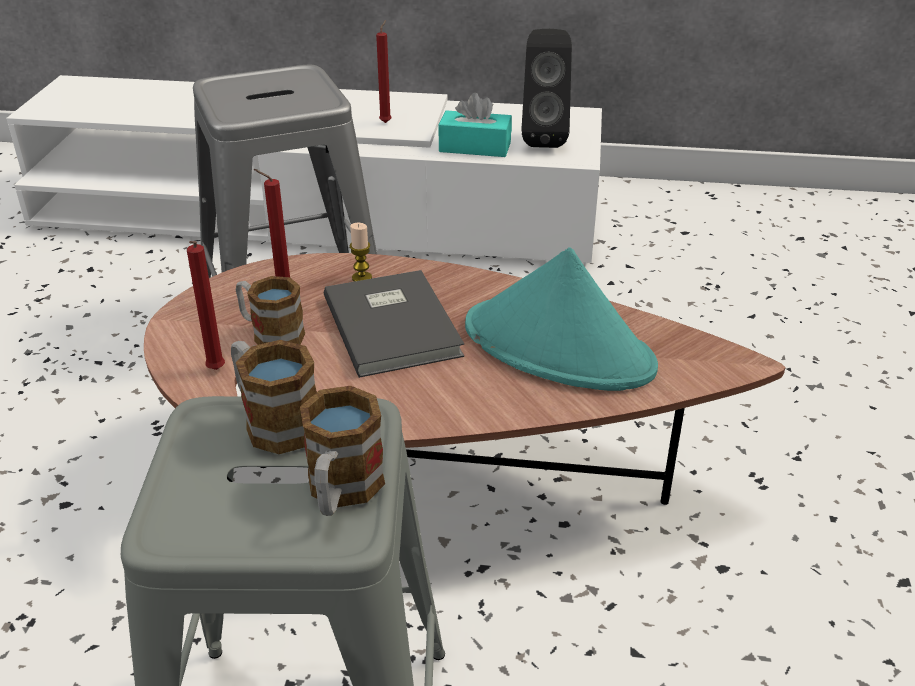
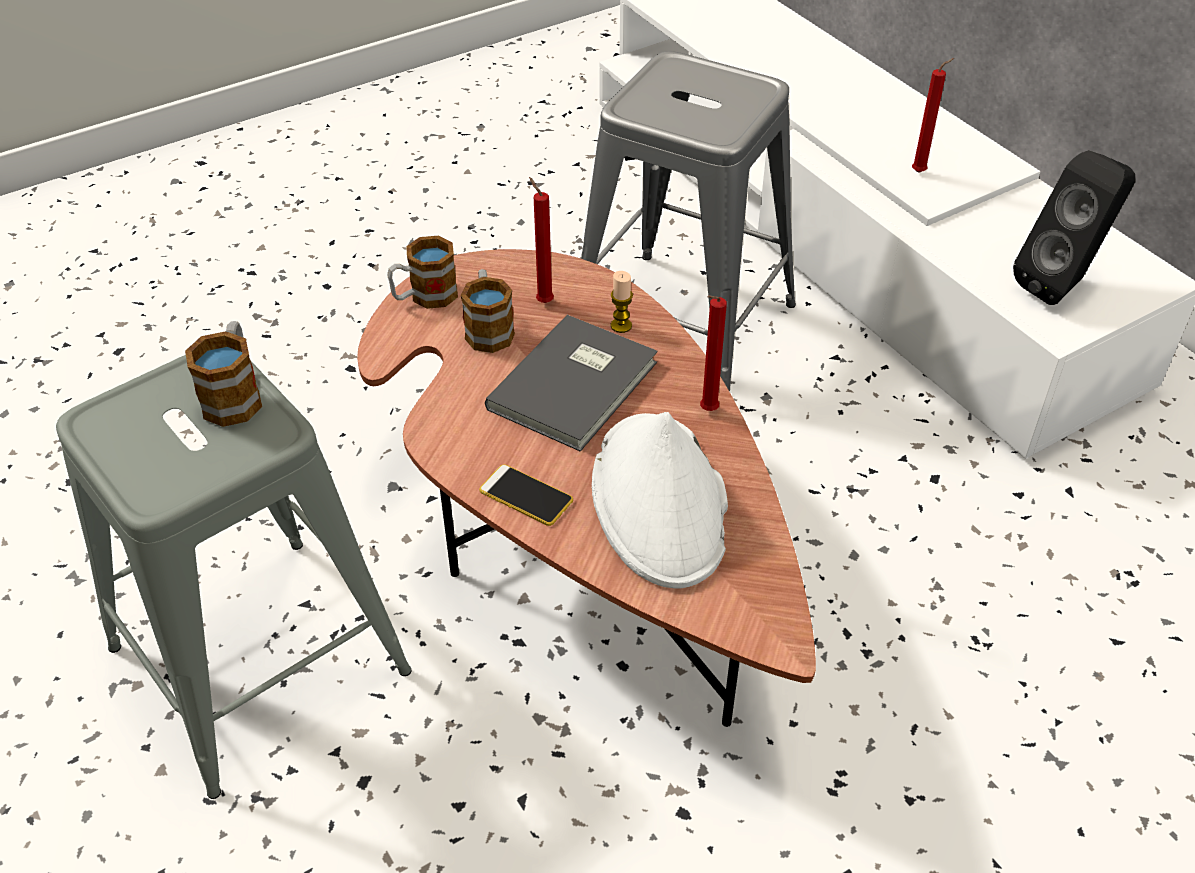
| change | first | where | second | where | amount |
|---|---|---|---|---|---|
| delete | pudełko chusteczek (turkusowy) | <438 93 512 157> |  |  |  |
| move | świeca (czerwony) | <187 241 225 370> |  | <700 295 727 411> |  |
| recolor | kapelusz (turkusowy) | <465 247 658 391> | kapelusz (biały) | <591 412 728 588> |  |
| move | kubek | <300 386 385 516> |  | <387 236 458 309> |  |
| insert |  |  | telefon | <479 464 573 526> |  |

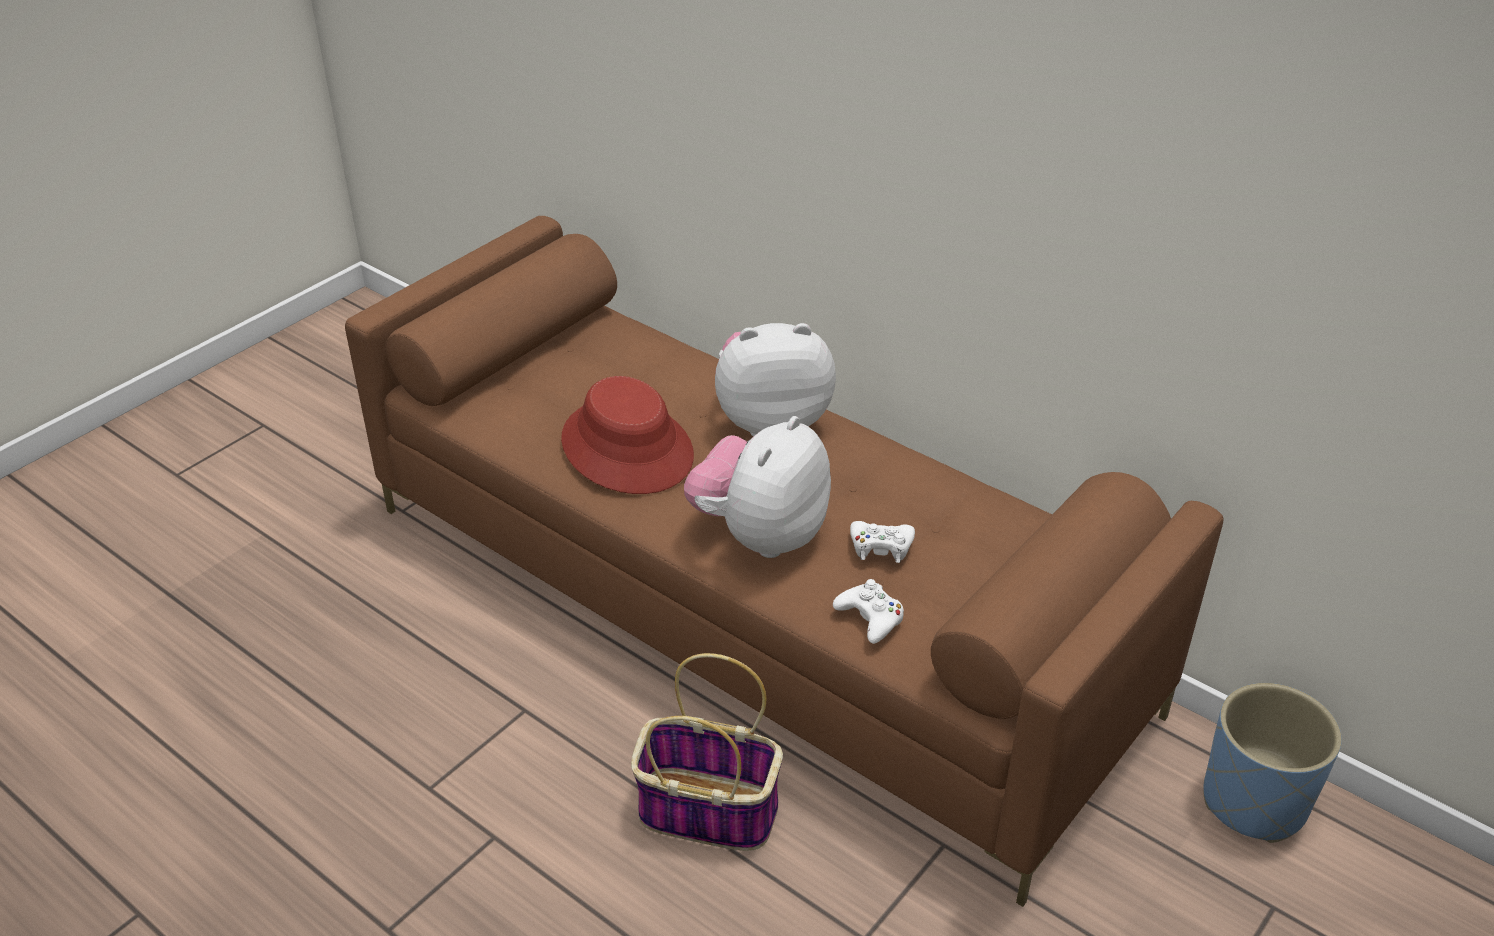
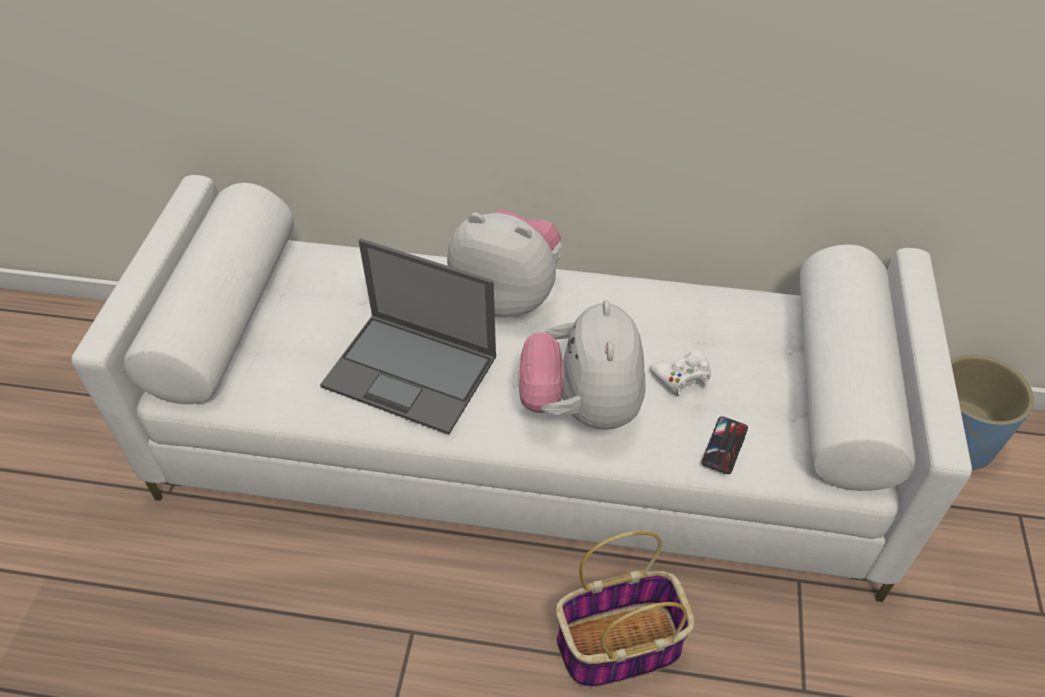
| change | first | where | second | where | amount |
|---|---|---|---|---|---|
| recolor | kanapa (brązowy) | <345 216 1223 907> | kanapa (biały) | <72 175 972 602> |  |
| rotate | pluszak | <715 323 836 437> |  | <447 209 561 317> | 60 degrees clockwise |
| replace | kapelusz (czerwony) | <561 376 694 494> | laptop | <320 239 496 434> |  |
| replace | pad do gier (biały) | <833 579 904 644> | telefon | <701 416 748 474> |  |

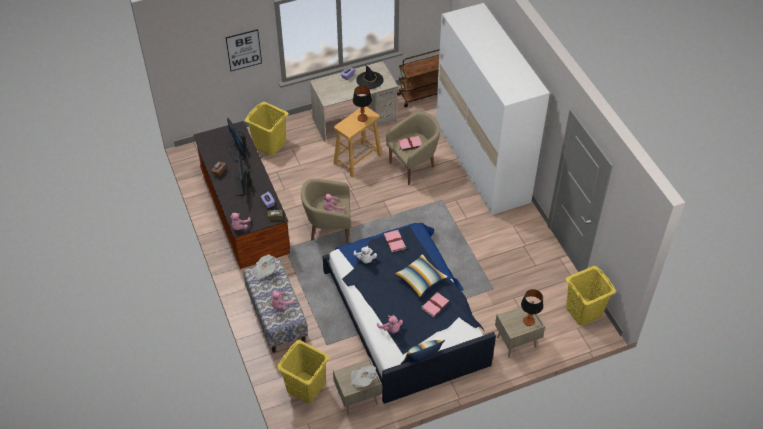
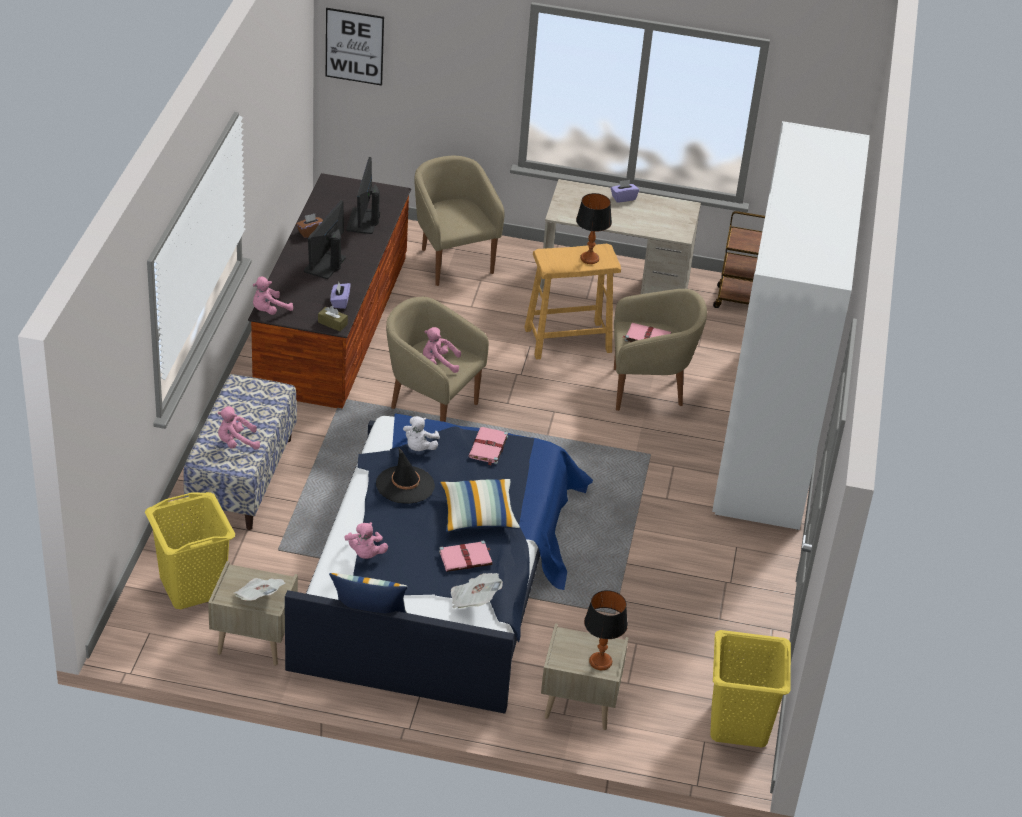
| change | first | where | second | where | amount |
|---|---|---|---|---|---|
| move | obraz | <226 29 262 71> |  | <326 8 384 86> |  |
| move | kapelusz (czarny) | <356 65 384 89> |  | <376 447 435 504> |  |
| replace | kosz na pranie (żółty) | <245 102 289 156> | fotel (beżowy) | <414 156 505 286> |  |
| move | gazeta | <250 254 277 280> |  | <451 573 503 608> |  |

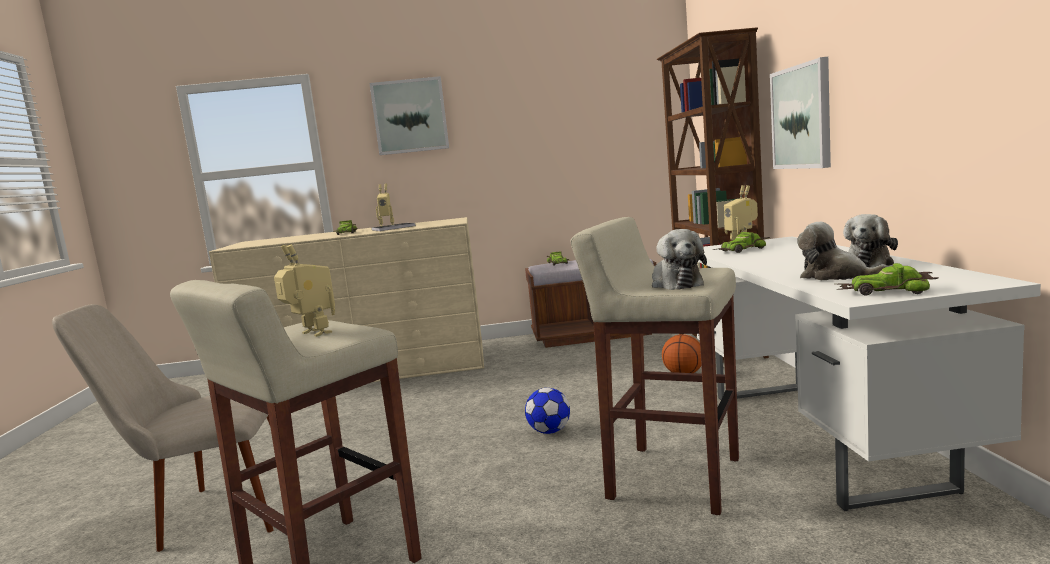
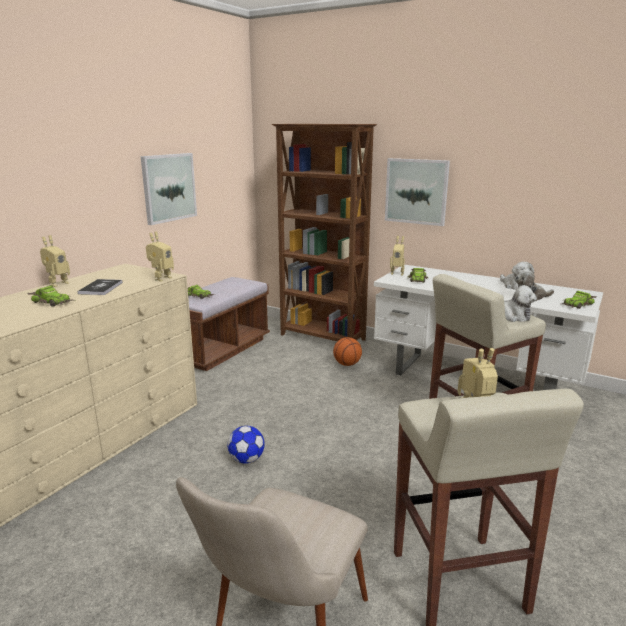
| change | first | where | second | where | amount |
|---|---|---|---|---|---|
| move | obraz | <369 76 449 155> |  | <141 153 197 225> |  |
| move | piłka futbolowa | <525 388 570 434> |  | <227 426 264 463> |  |
| insert |  |  | robot zabawkowy | <146 232 174 282> |  |

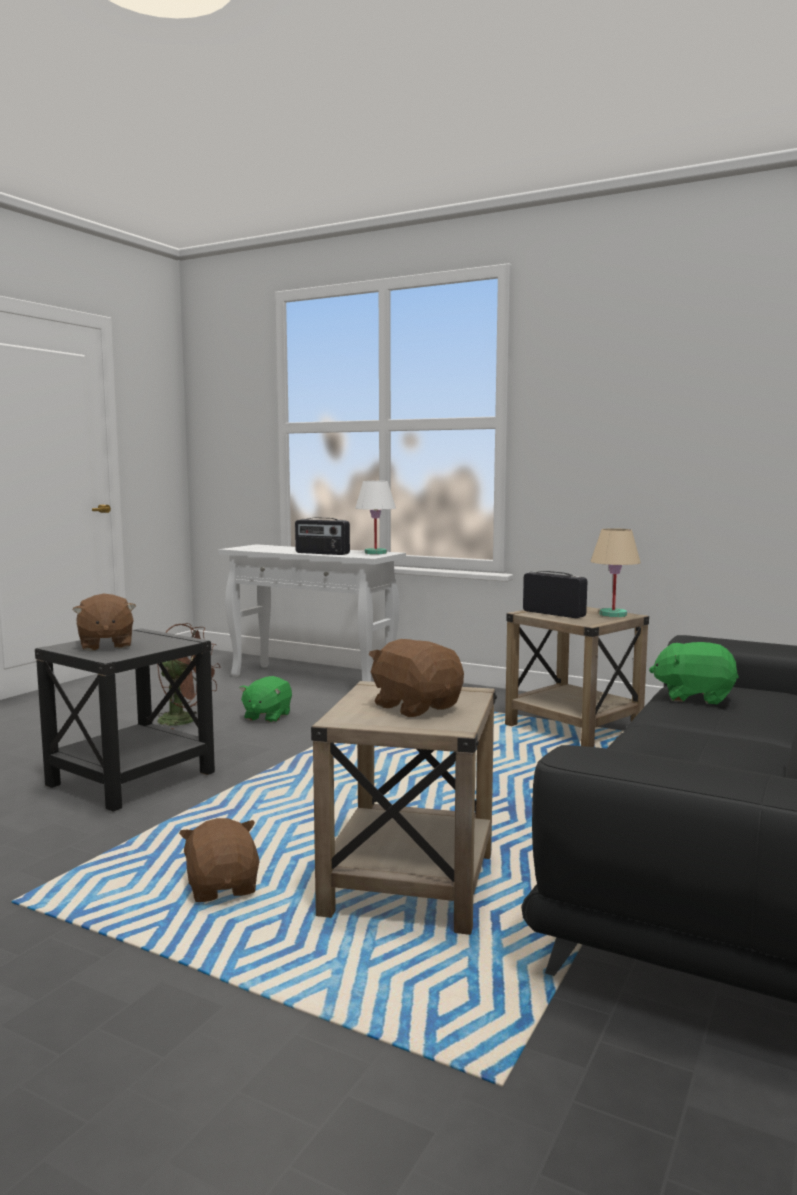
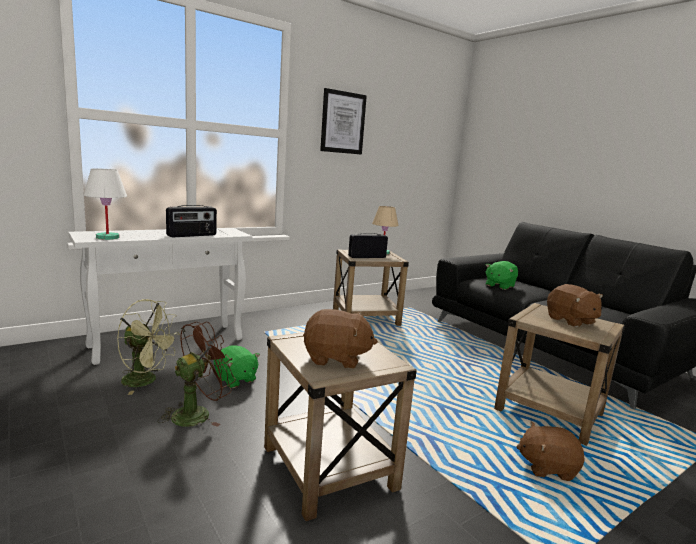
| change | first | where | second | where | amount |
|---|---|---|---|---|---|
| move | lampa stołowa (biały) | <355 481 396 554> |  | <84 168 127 240> |  |
| recolor | stolik (czarny) | <35 628 215 812> | stolik (beżowy) | <264 332 417 521> |  |
| rotate | pluszak (brązowy) | <368 639 464 717> |  | <547 284 603 328> | 105 degrees counterclockwise |
| insert |  |  | obraz | <320 88 367 155> |  |
| insert |  |  | wentylator (zielony) | <117 299 180 395> |  |

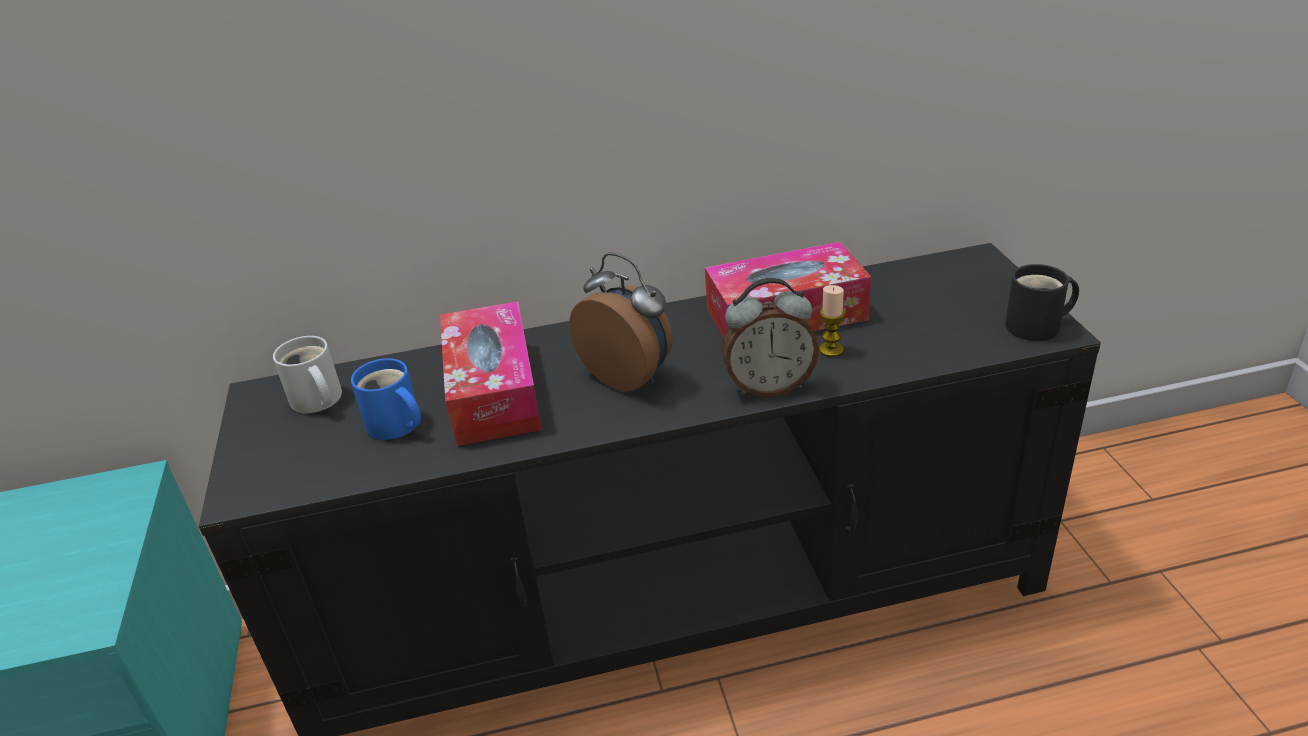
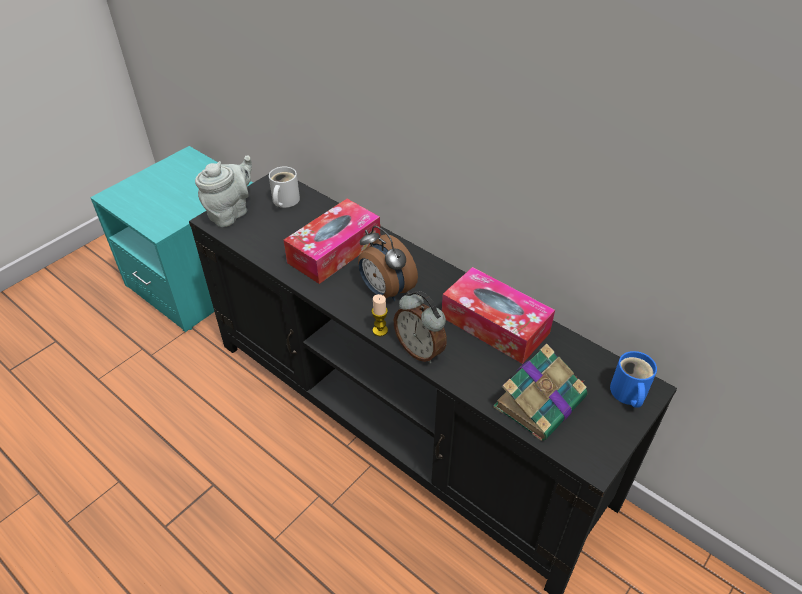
| change | first | where | second | where | amount |
|---|---|---|---|---|---|
| rotate | budzik | <569 252 673 391> |  | <358 226 418 301> | 135 degrees clockwise |
| delete | kubek (czarny) | <1005 264 1079 341> |  |  |  |
| move | świeca | <819 285 845 357> |  | <372 294 388 336> |  |
| move | kubek (niebieski) | <351 358 421 440> |  | <610 351 657 408> |  |
| insert |  |  | imbryk (szary) | <195 156 252 227> |  |
| insert |  |  | książka | <493 343 588 441> |  |

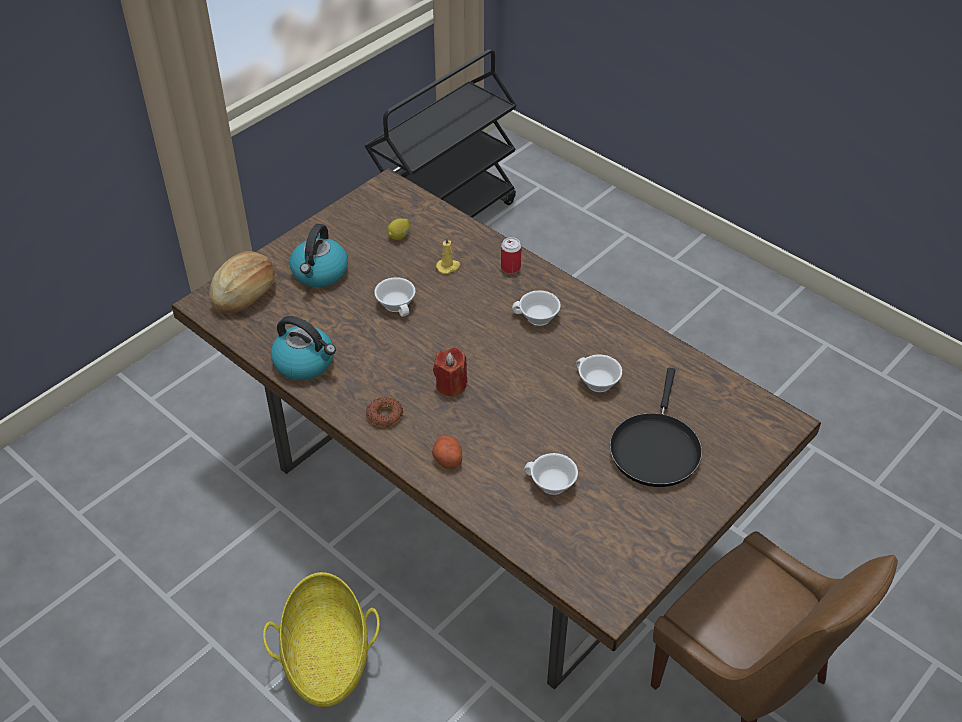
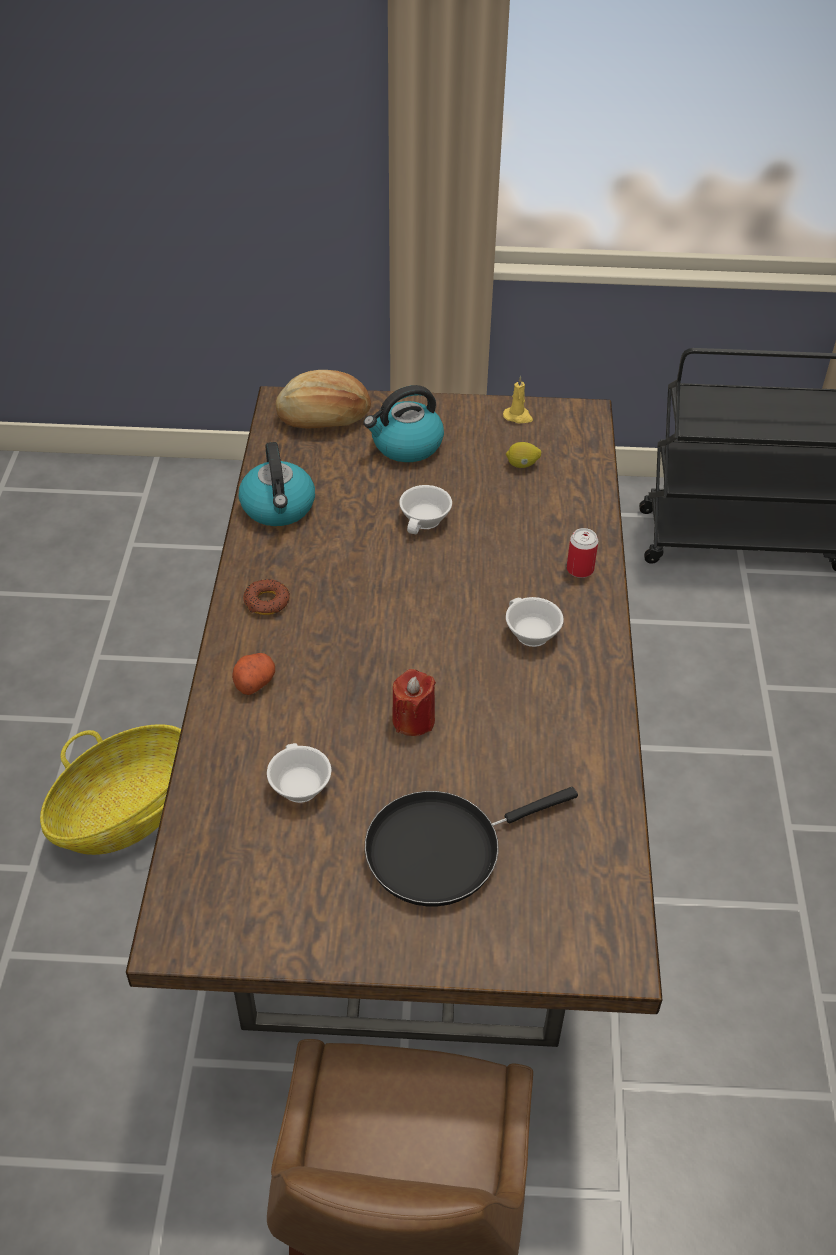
| change | first | where | second | where | amount |
|---|---|---|---|---|---|
| move | świeca (żółty) | <436 237 460 274> |  | <503 375 533 423> |  |
| move | świeca (czerwony) | <433 347 467 397> |  | <392 669 436 736> |  |
| delete | filiżanka (biały) | <576 355 622 392> |  |  |  |

